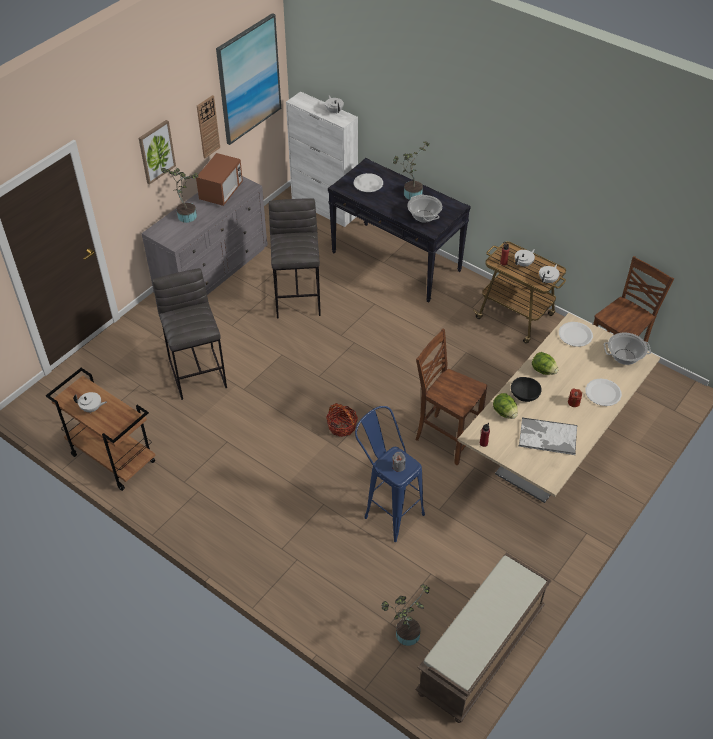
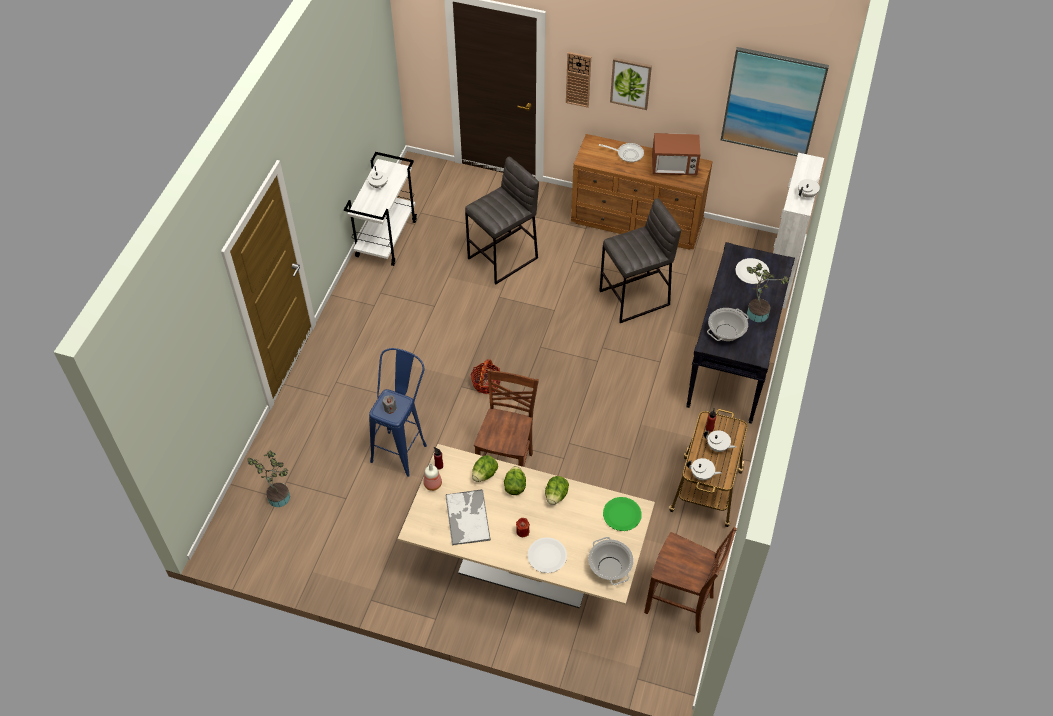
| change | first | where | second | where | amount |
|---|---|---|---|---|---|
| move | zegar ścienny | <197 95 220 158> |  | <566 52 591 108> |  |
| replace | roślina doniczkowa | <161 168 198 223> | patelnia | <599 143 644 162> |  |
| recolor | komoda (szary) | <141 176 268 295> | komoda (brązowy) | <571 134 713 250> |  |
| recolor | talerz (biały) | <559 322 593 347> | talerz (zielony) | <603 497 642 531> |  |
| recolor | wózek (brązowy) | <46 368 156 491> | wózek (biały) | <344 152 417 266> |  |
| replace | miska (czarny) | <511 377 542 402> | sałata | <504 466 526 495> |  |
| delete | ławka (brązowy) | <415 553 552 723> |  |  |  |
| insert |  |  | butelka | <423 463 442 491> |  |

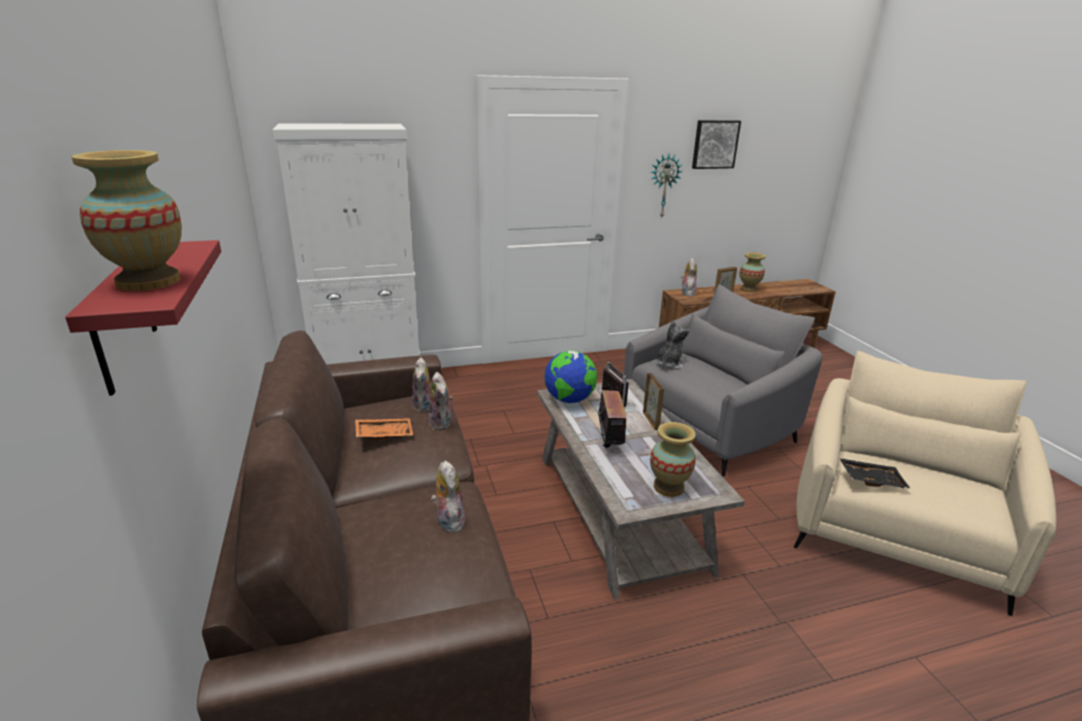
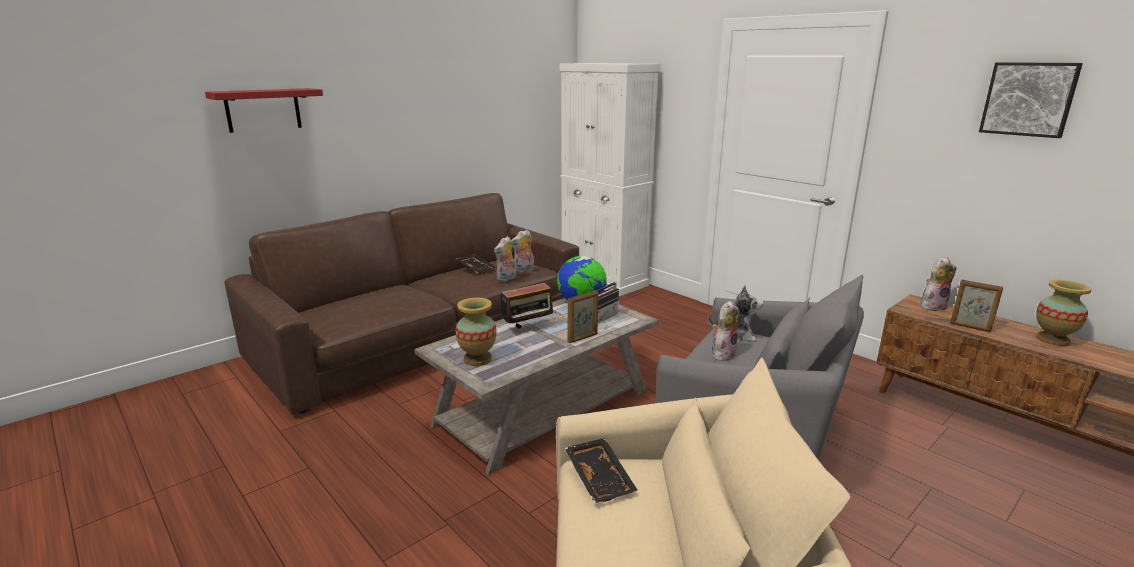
| change | first | where | second | where | amount |
|---|---|---|---|---|---|
| delete | wazon | <72 150 182 291> |  |  |  |
| delete | zegar ścienny | <651 154 683 217> |  |  |  |
| recolor | taca (pomarańczowy) | <355 418 413 440> | taca (czarny) | <456 254 496 274> |  |
| move | pluszak | <431 460 465 533> |  | <712 301 739 362> |  |

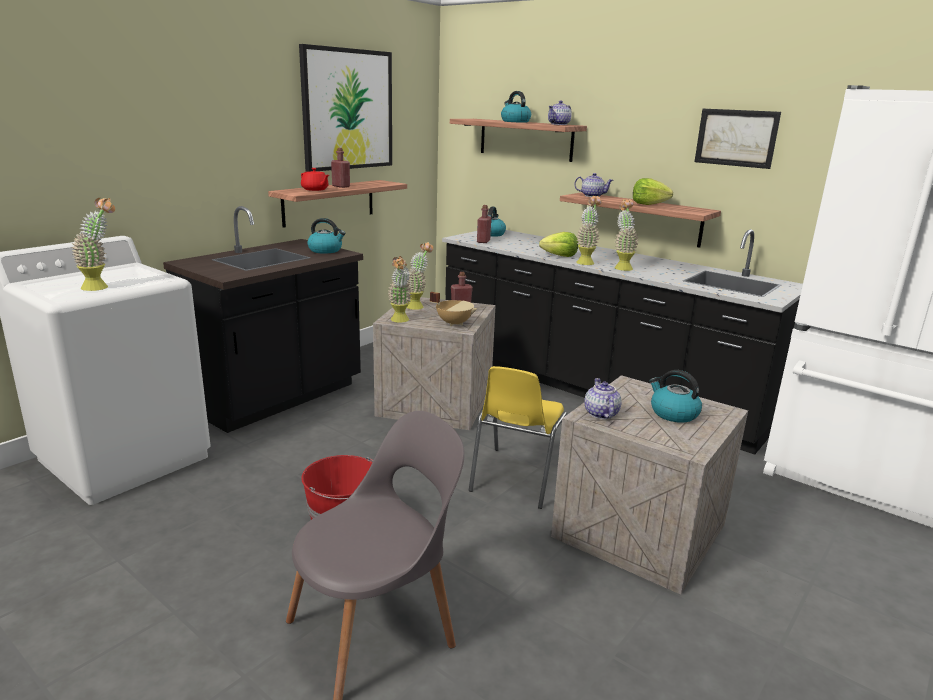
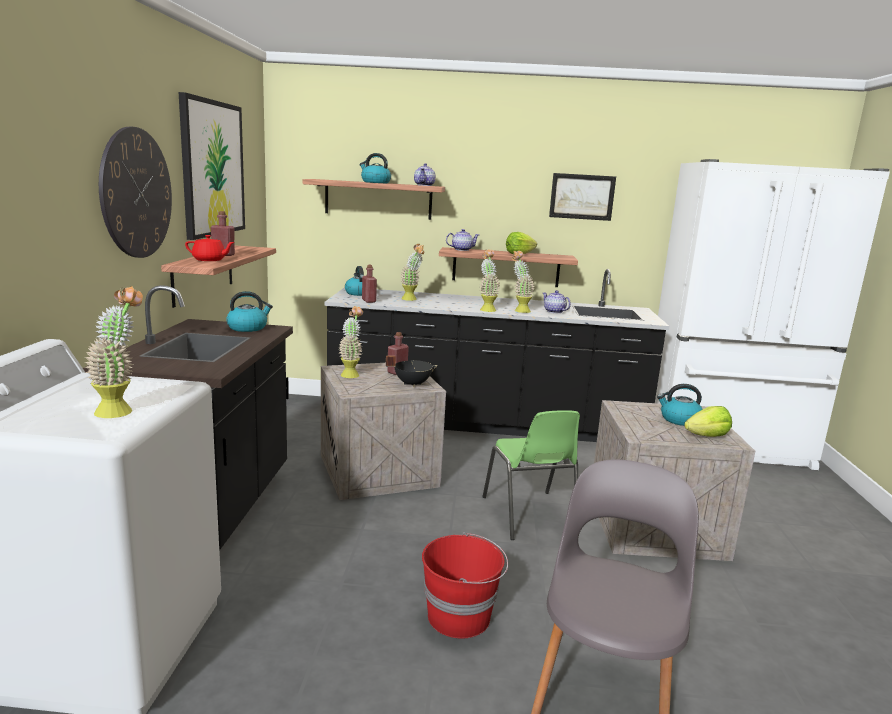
| change | first | where | second | where | amount |
|---|---|---|---|---|---|
| move | sałata | <539 232 578 257> |  | <684 406 732 437> |  |
| move | roślina doniczkowa | <388 256 412 323> |  | <400 244 424 301> |  |
| recolor | garnek (beżowy) | <430 292 477 326> | garnek (czarny) | <386 356 437 387> |  |
| recolor | krzesło (żółty) | <469 366 568 509> | krzesło (zielony) | <482 410 580 540> |  |
| move | imbryk | <584 378 622 419> |  | <543 290 571 313> |  |
| insert |  |  | zegar ścienny | <99 127 172 258> |  |

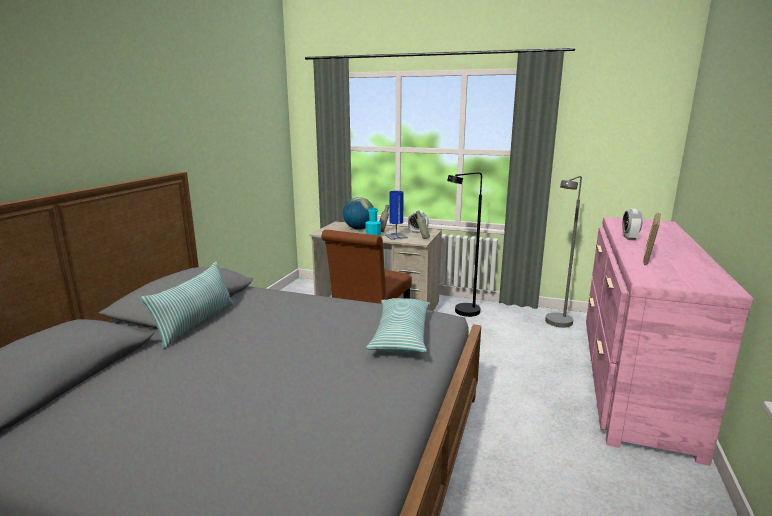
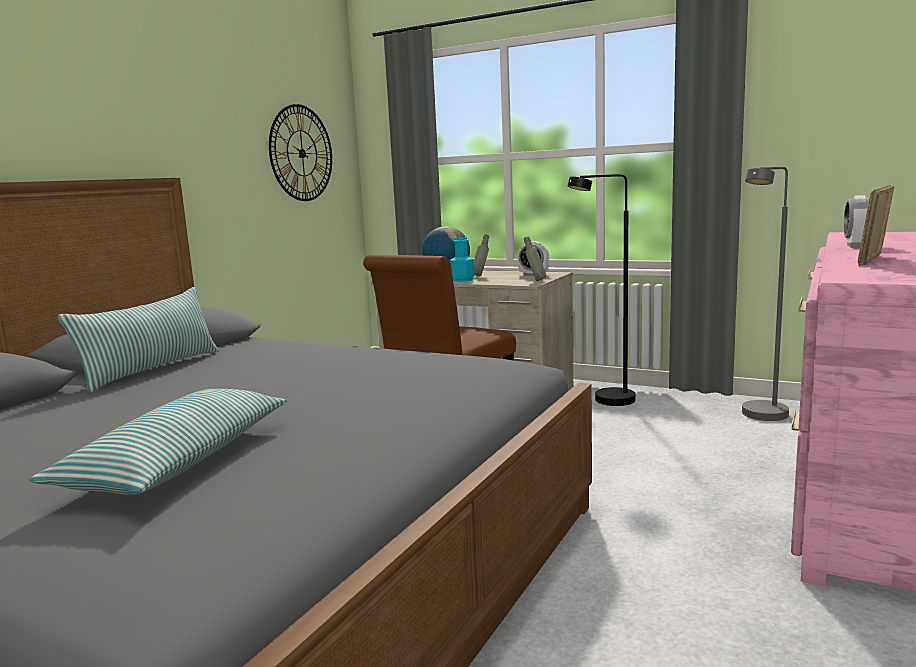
| change | first | where | second | where | amount |
|---|---|---|---|---|---|
| delete | lampa stołowa (niebieski) | <385 191 408 240> |  |  |  |
| move | poduszka | <366 298 430 353> |  | <29 389 287 495> |  |
| insert |  |  | zegar ścienny | <269 104 332 201> |  |

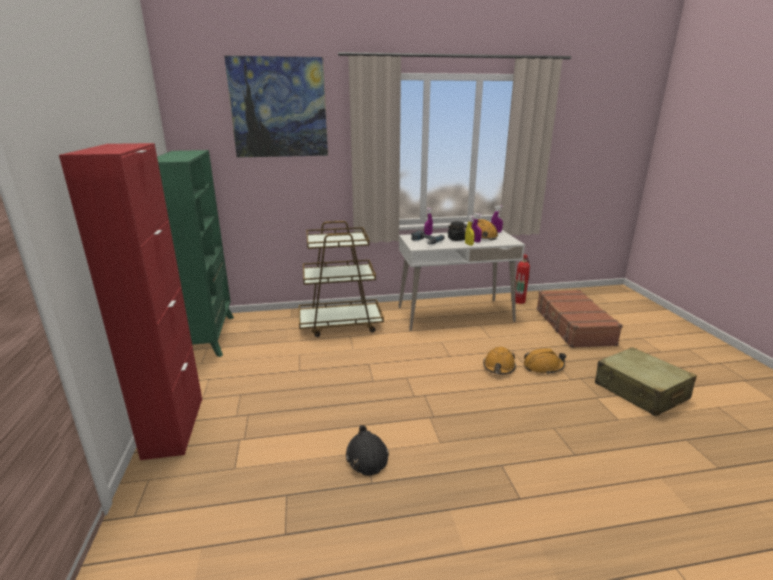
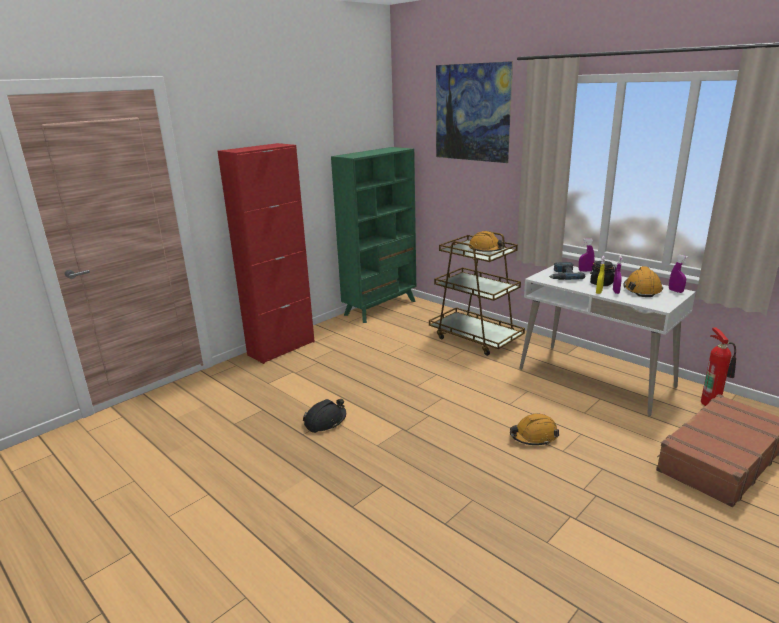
| change | first | where | second | where | amount |
|---|---|---|---|---|---|
| delete | walizka (beżowy) | <595 347 697 416> |  |  |  |
| move | kask (pomarańczowy) | <524 348 566 375> |  | <469 231 504 252> |  |

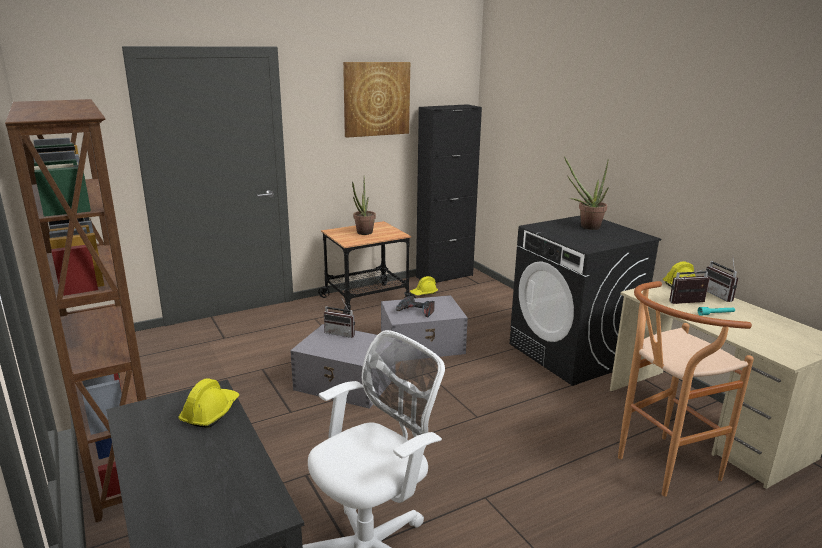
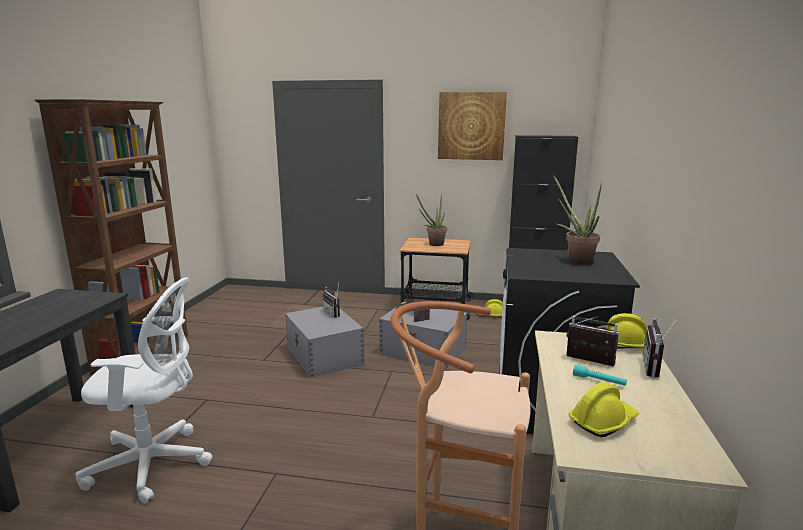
| change | first | where | second | where | amount |
|---|---|---|---|---|---|
| move | kask (żółty) | <178 378 239 428> |  | <569 382 639 437> |  |

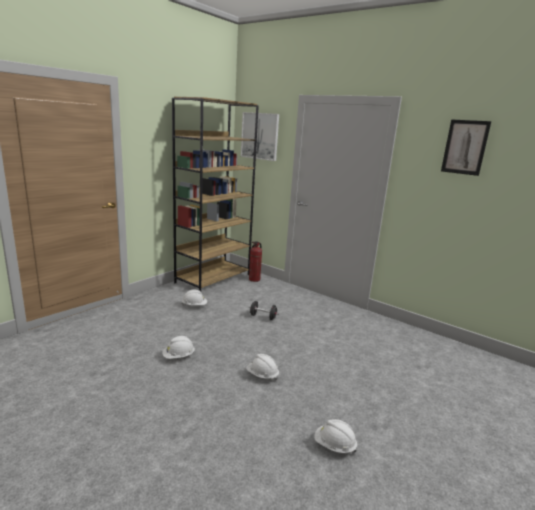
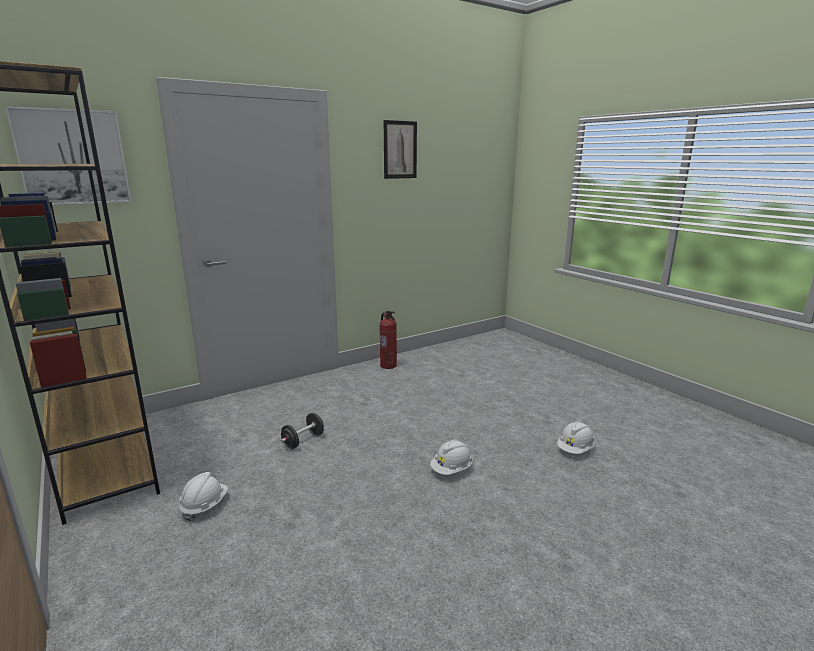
| change | first | where | second | where | amount |
|---|---|---|---|---|---|
| move | gaśnica | <249 241 262 282> |  | <379 311 397 369> |  |
| delete | kask (biały) | <162 336 195 359> |  |  |  |

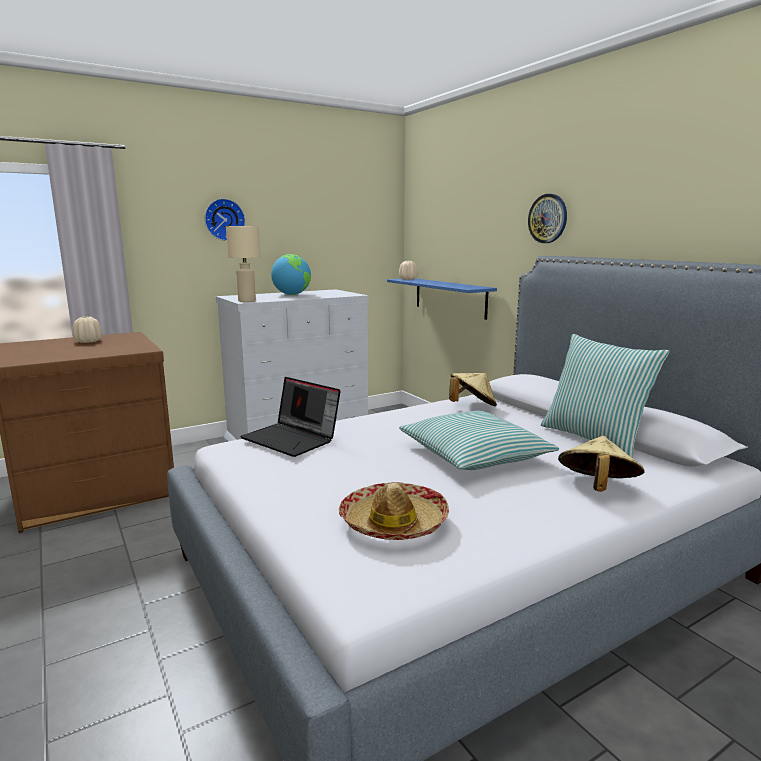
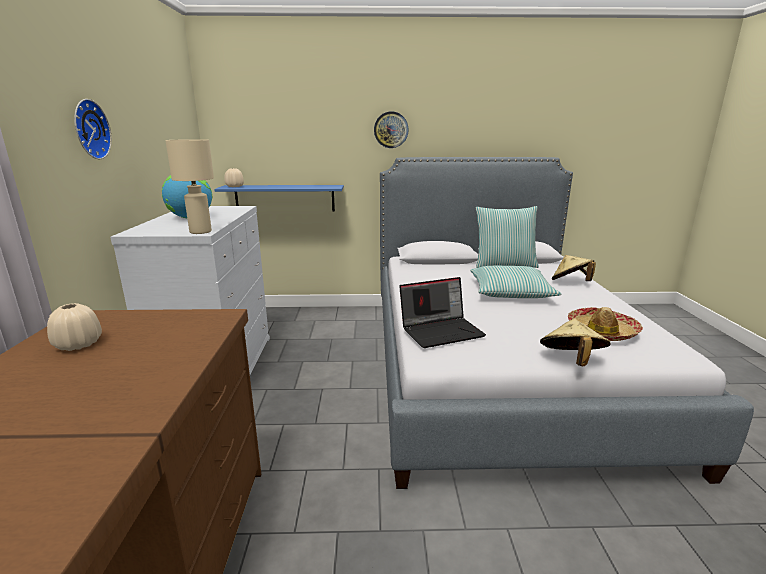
| change | first | where | second | where | amount |
|---|---|---|---|---|---|
| move | kapelusz (beżowy) | <449 373 497 406> |  | <540 318 610 366> |  |

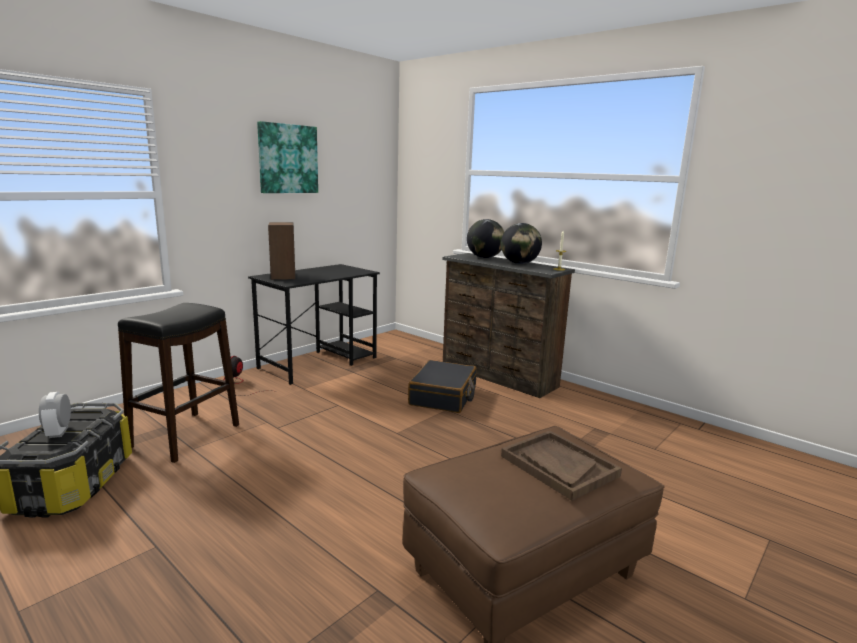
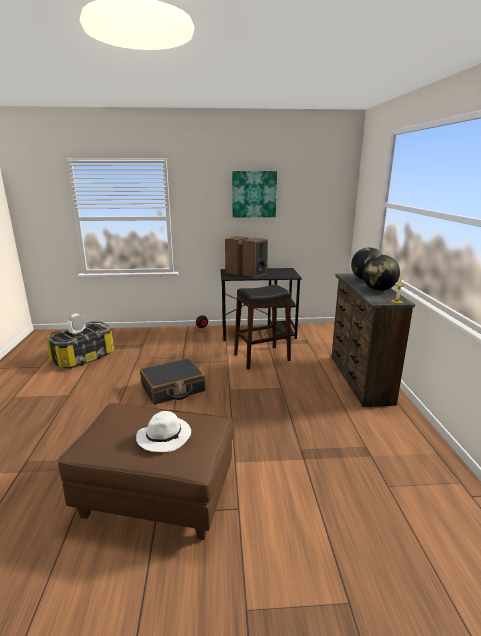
| change | first | where | second | where | amount |
|---|---|---|---|---|---|
| move | stołek (czarny) | <118 303 239 463> |  | <234 284 291 369> |  |
| move | walizka (czarny) | <408 360 477 413> |  | <140 358 206 405> |  |
| replace | taca (brązowy) | <501 431 622 501> | kapelusz (biały) | <136 411 191 452> |  |
| insert |  |  | głośnik | <243 238 268 278> |  |

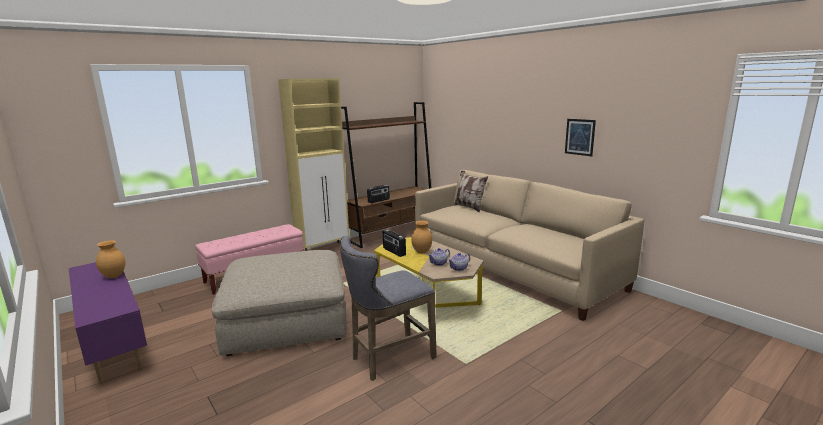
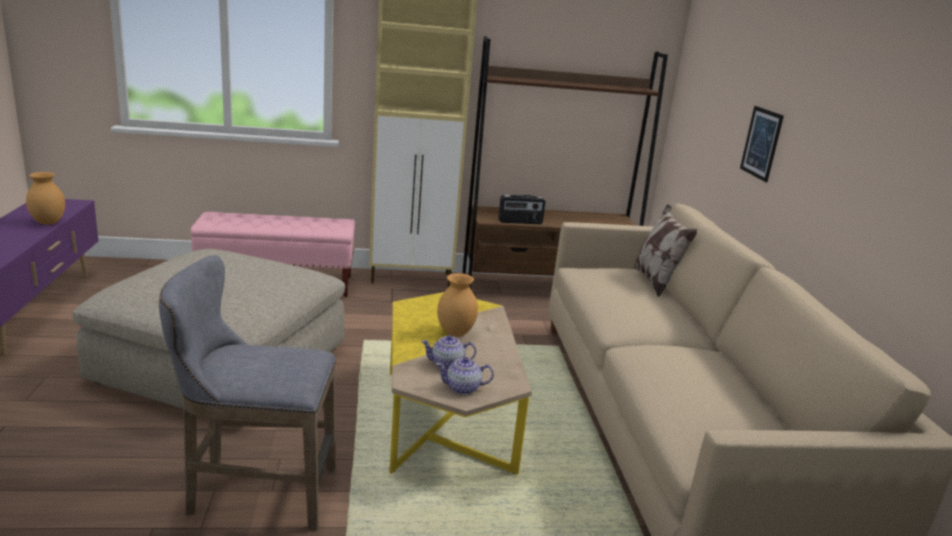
| change | first | where | second | where | amount |
|---|---|---|---|---|---|
| move | obraz | <565 119 596 156> |  | <740 106 784 182> |  |
| delete | radio | <383 230 406 257> |  |  |  |

